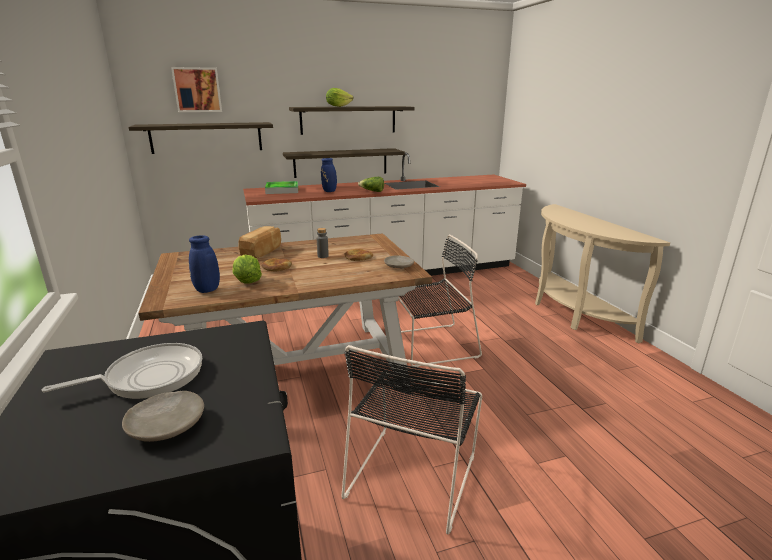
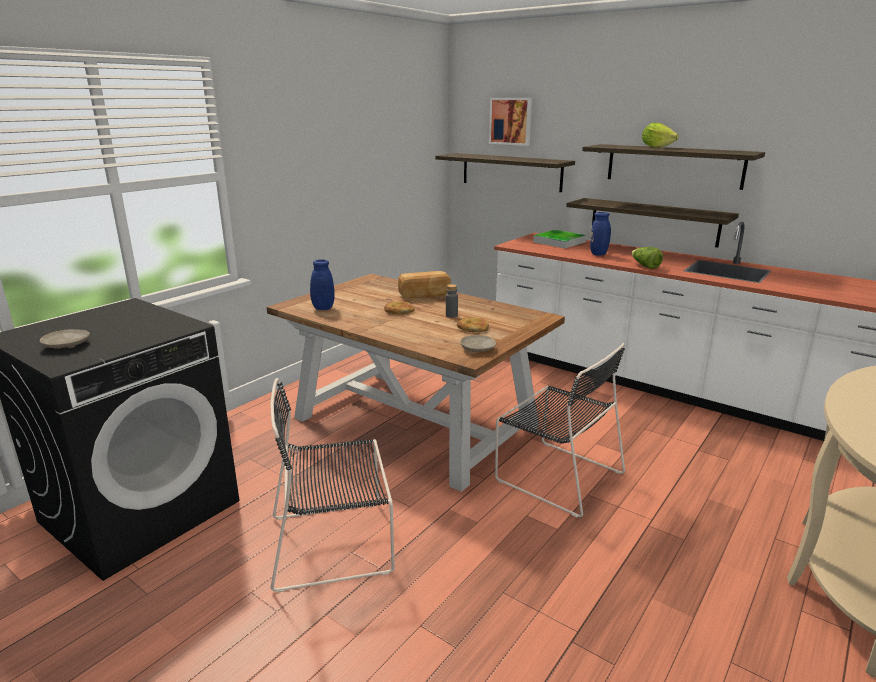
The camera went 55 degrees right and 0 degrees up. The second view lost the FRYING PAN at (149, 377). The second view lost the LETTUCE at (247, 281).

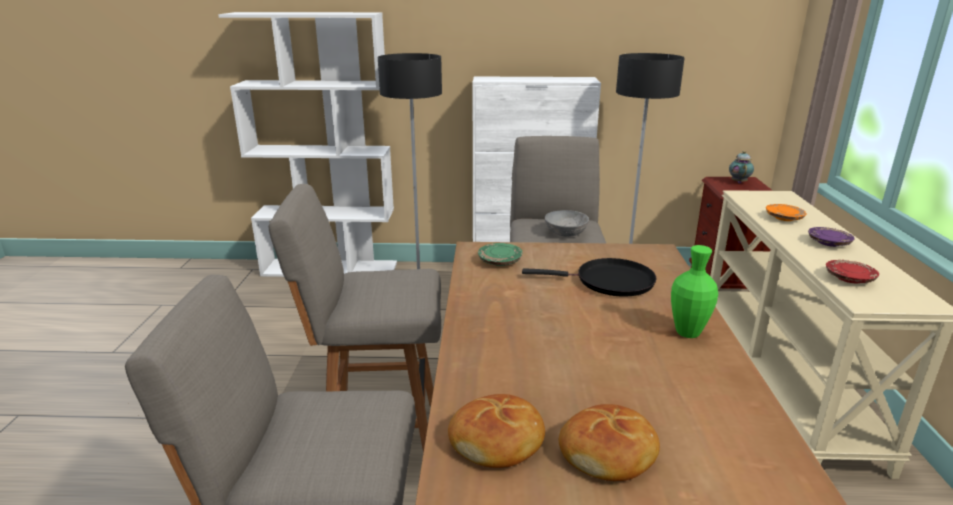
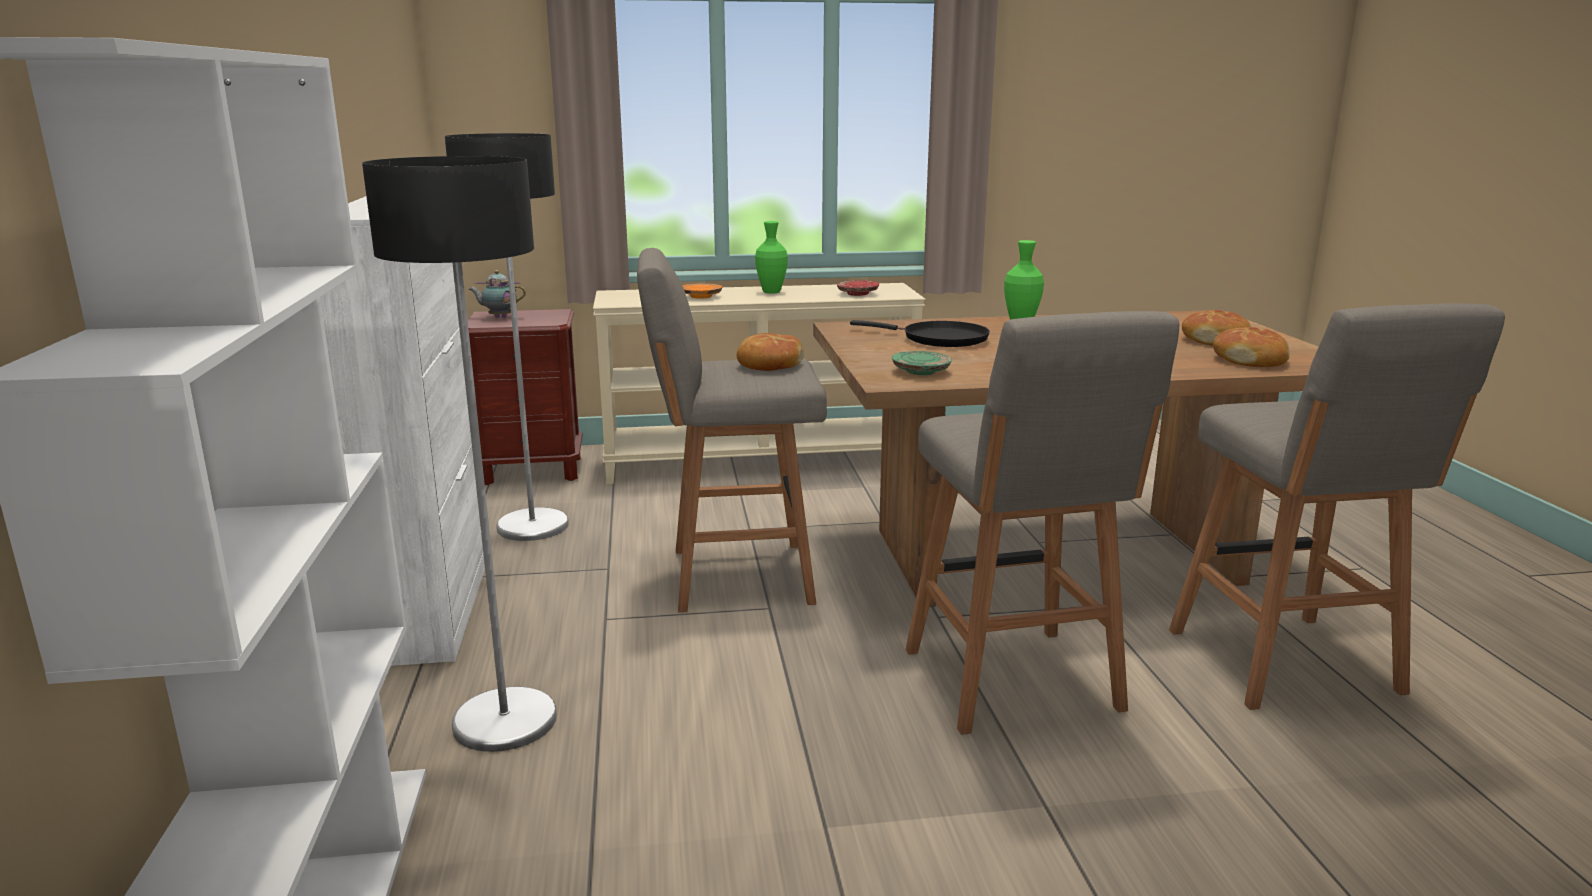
The camera went 100 degrees left and 5 degrees down. Where the GREY BOWL stood at (566, 232), the BREAD came to stand at (769, 364). Where the PURPLE PLATE stood at (828, 243), the GREEN VASE came to stand at (771, 292). The BLACK FRYING PAN at (609, 282) ended up facing another way, 120 degrees clockwise from before.

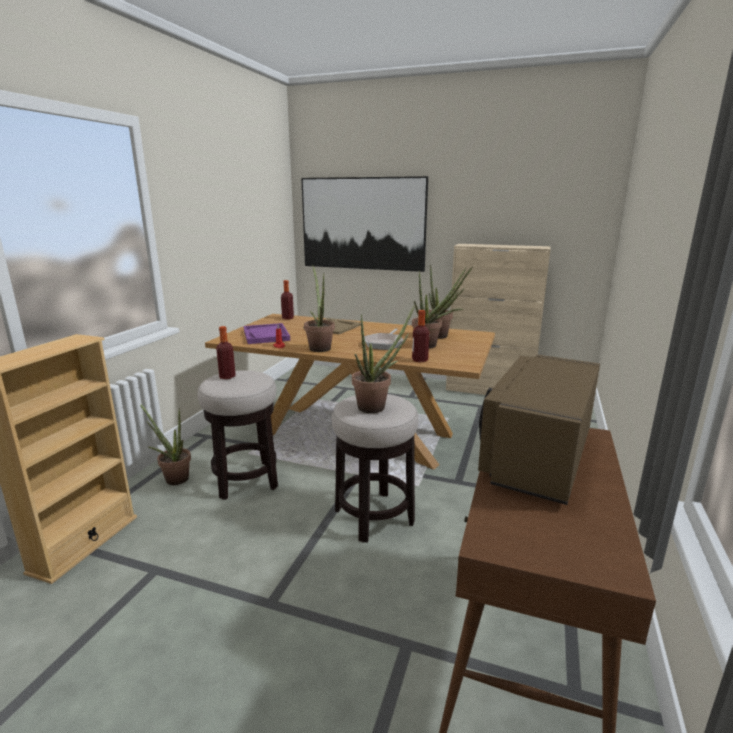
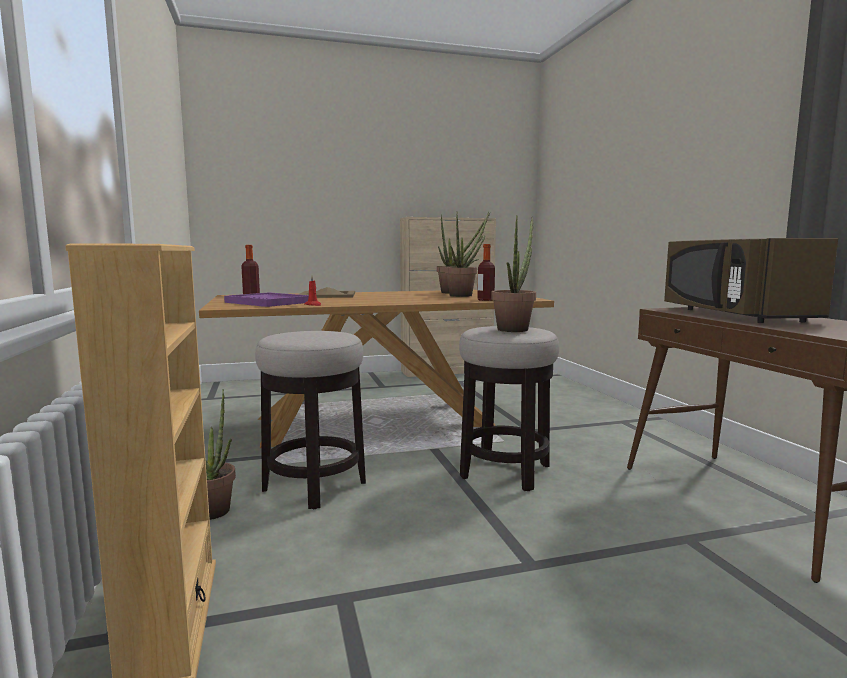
The camera went 35 degrees left and 10 degrees down. The second view lost the BOTTLE at (227, 377). The second view lost the PICTURE at (362, 224). The second view lost the POTTED PLANT at (319, 347). The second view lost the FRYING PAN at (384, 343).

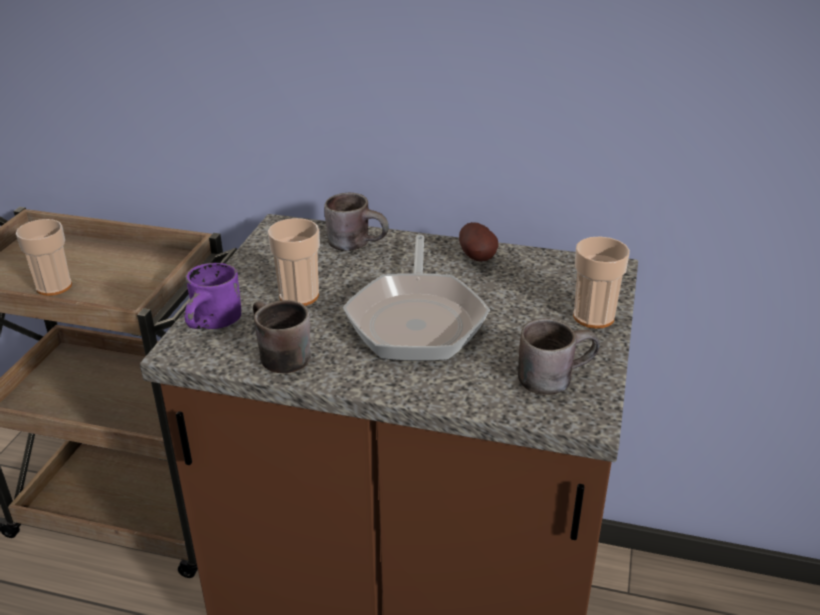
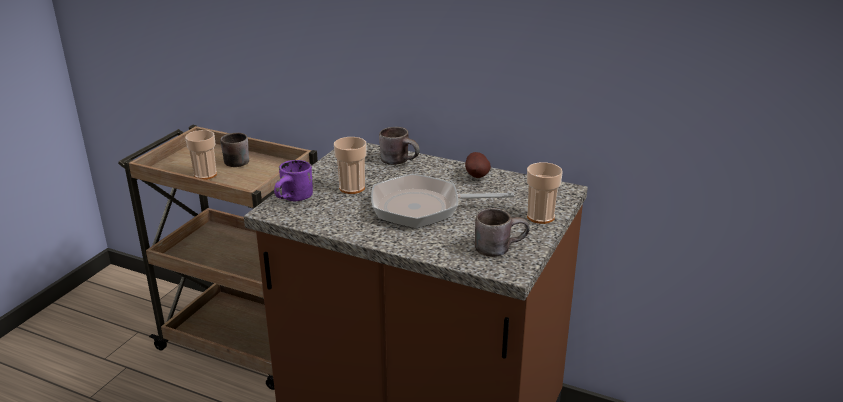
The camera went 10 degrees right and 5 degrees down. The BROWN MUG ended up elsewhere, having gone from (276, 356) to (233, 161). The FRYING PAN at (417, 319) ended up facing another way, 75 degrees clockwise from before.

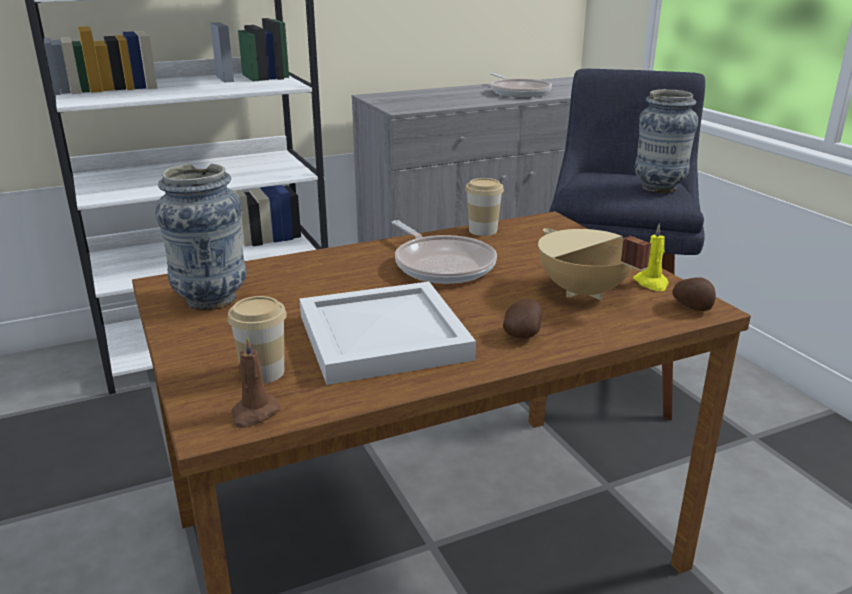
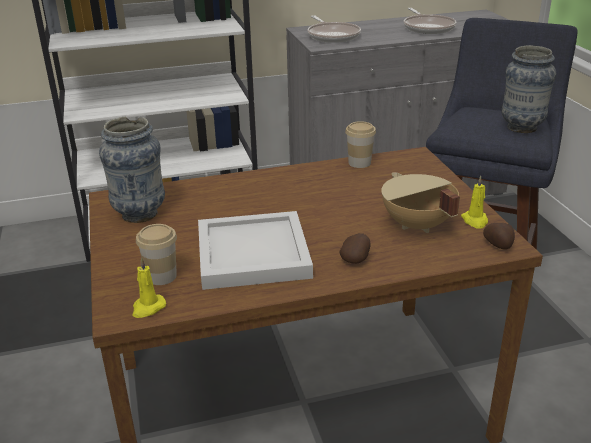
The camera went 10 degrees right and 5 degrees up. What was the BROWN CANDLE at (254, 414) turned into the YELLOW CANDLE at (148, 308). The FRYING PAN ended up elsewhere, having gone from (442, 265) to (332, 36).

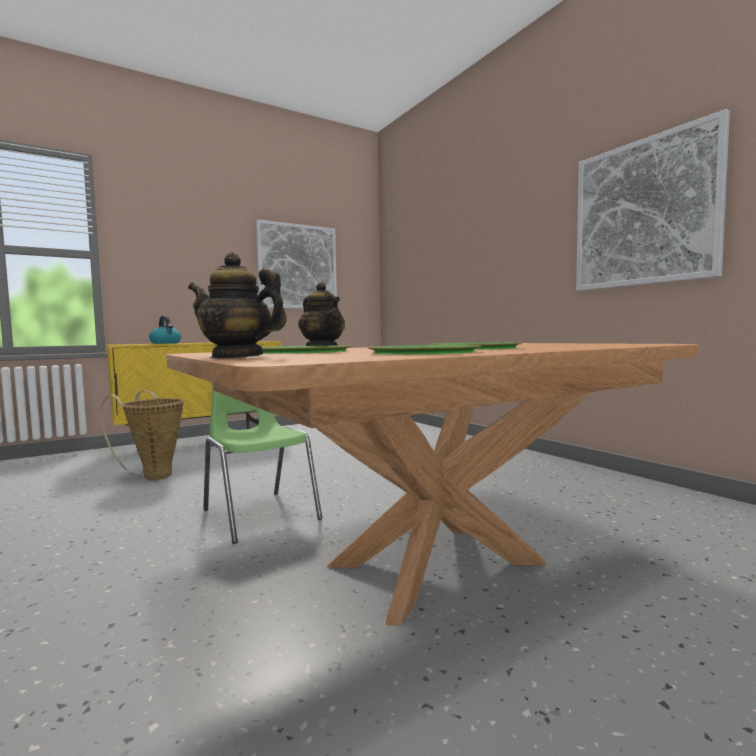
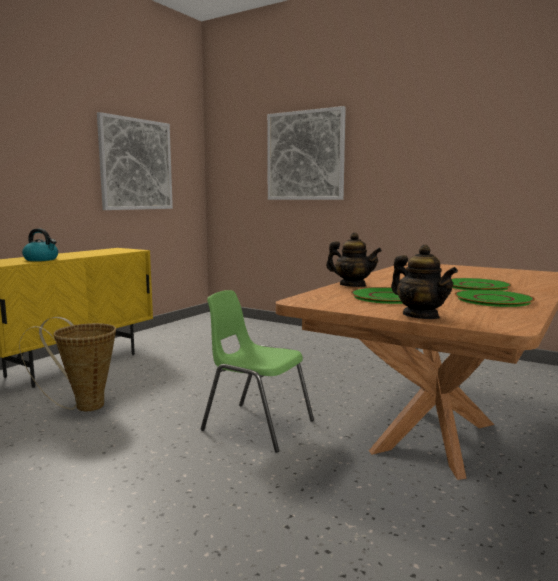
The camera went 25 degrees left and 5 degrees up. The PICTURE ended up elsewhere, having gone from (644, 213) to (305, 155). The TEAPOT at (237, 357) ended up facing another way, 120 degrees counterclockwise from before.

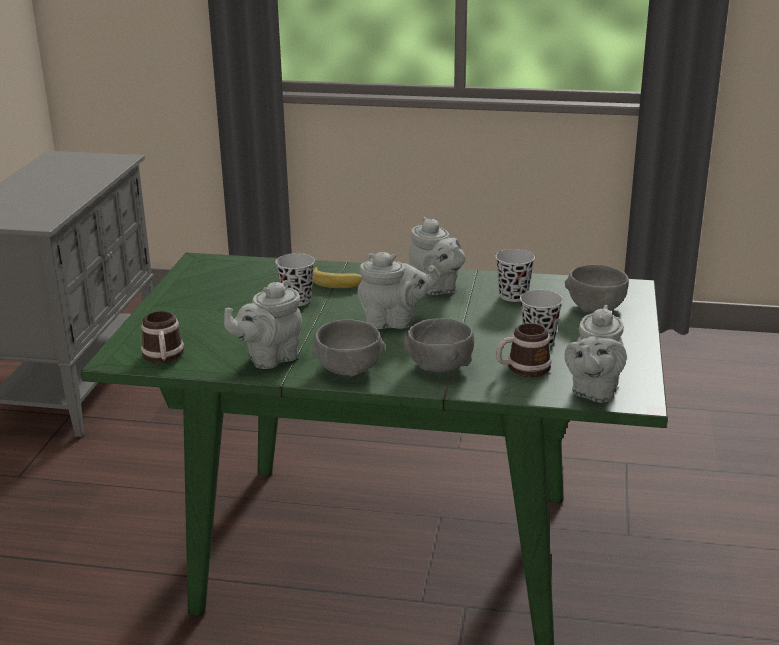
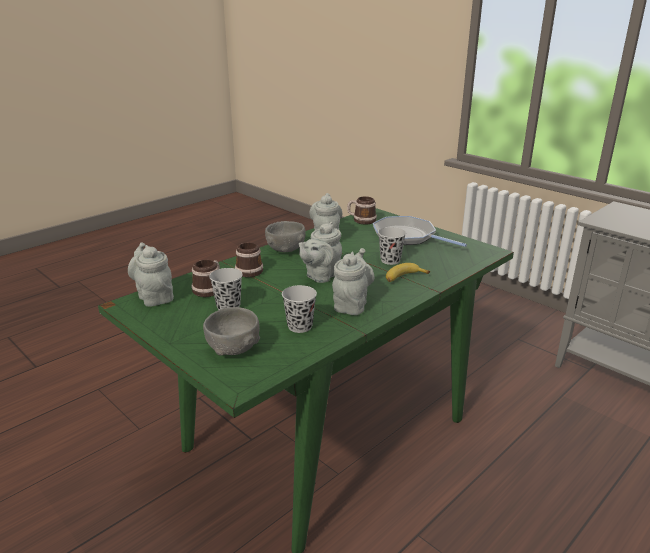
The camera went 125 degrees right and 0 degrees up. Where the GREY BOWL stood at (440, 367), the MUG came to stand at (250, 270). The GREY TEAPOT at (435, 288) ended up facing another way, 105 degrees clockwise from before. The second view gained the FRYING PAN at (407, 237).

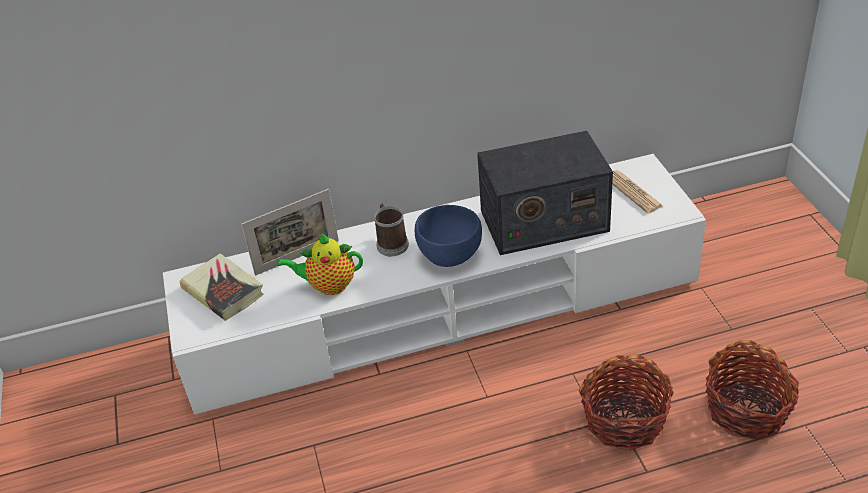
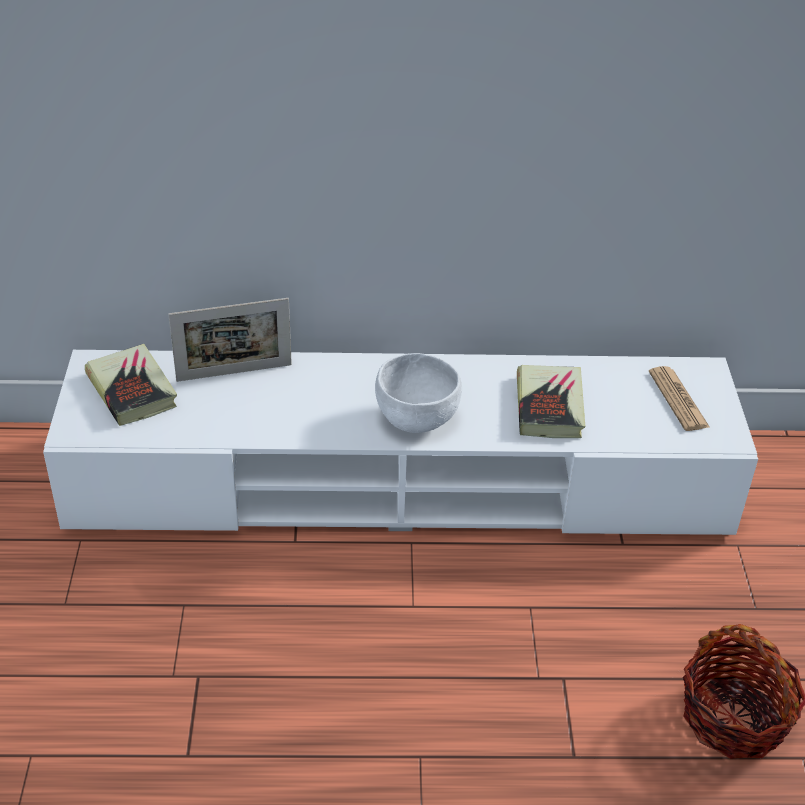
The camera went 10 degrees right and 0 degrees up. What was the BLUE BOWL at (449, 257) turned into the WHITE BOWL at (415, 420). Where the RADIO stood at (543, 221), the BOOK came to stand at (549, 407). The second view lost the TEAPOT at (328, 285). The second view lost the MUG at (391, 243). The second view lost the BASKET at (624, 420).

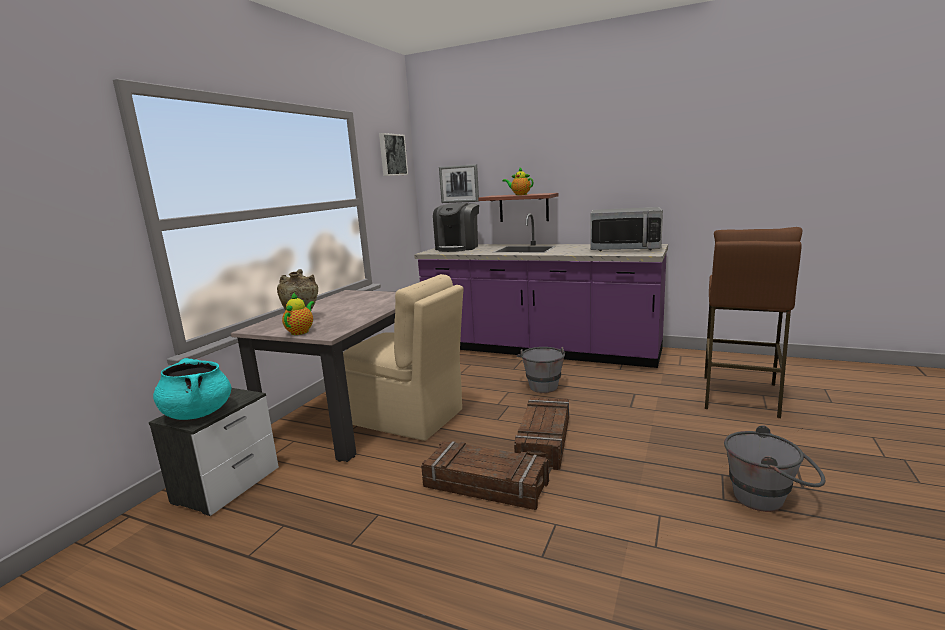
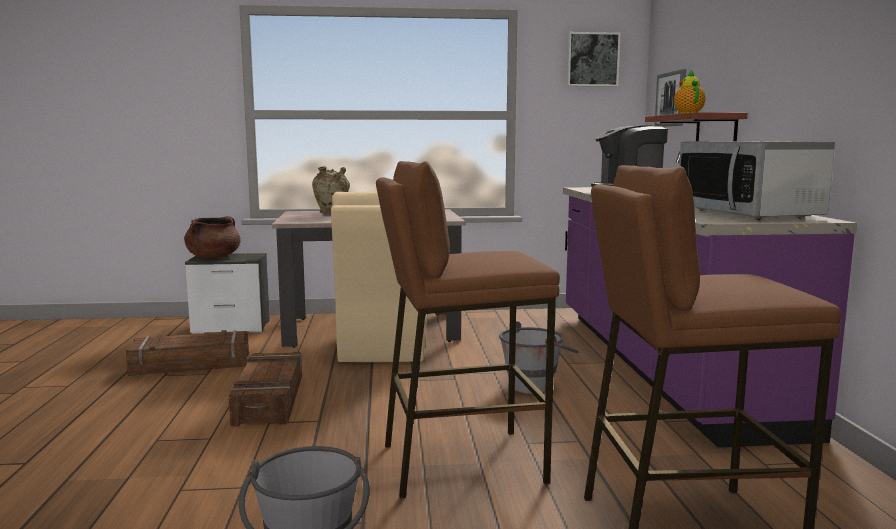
The camera went 60 degrees right and 5 degrees down. The CRATE ended up elsewhere, having gone from (543, 440) to (191, 364). What was the TURQUOISE COOKING POT at (198, 413) turned into the BROWN COOKING POT at (214, 257). The second view gained the BROWN STOOL at (461, 462). The second view lost the TEAPOT at (301, 331).

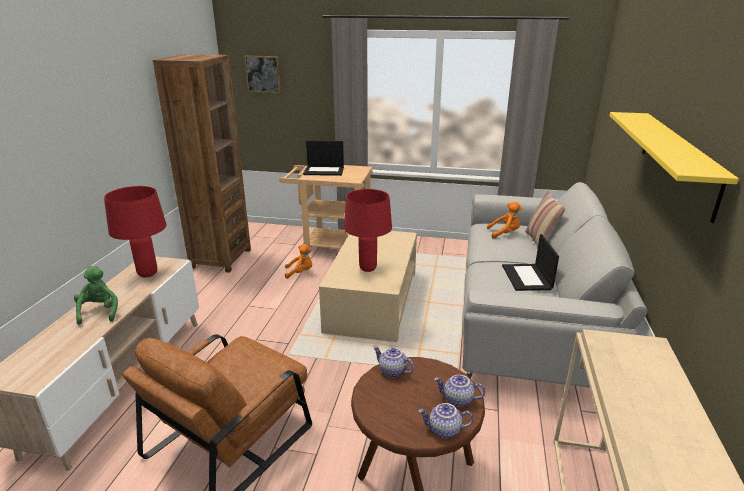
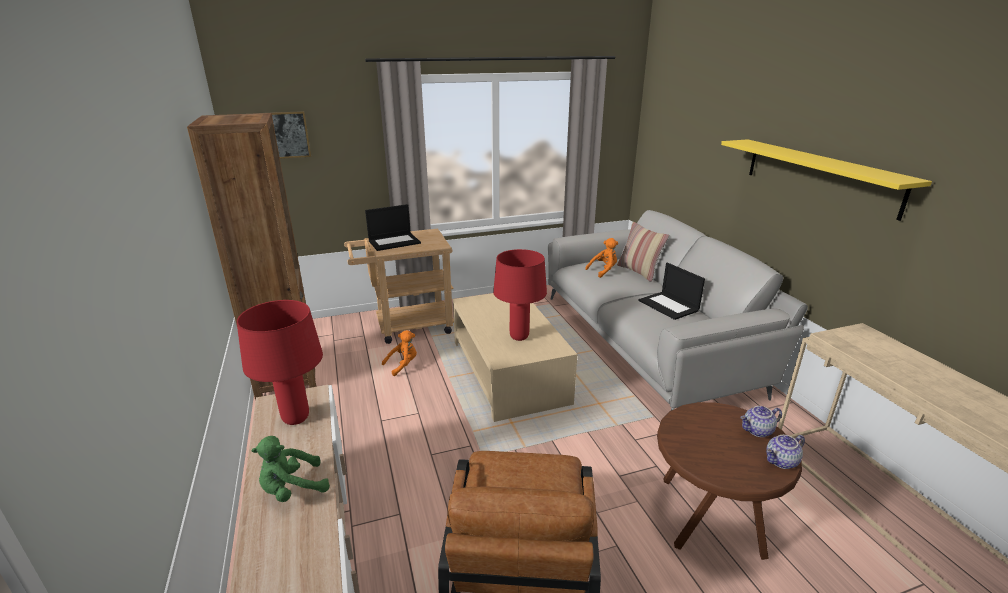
The camera went 30 degrees left and 0 degrees up. The GREEN PLUSH TOY at (99, 312) ended up facing another way, 75 degrees counterclockwise from before. The second view lost the TEAPOT at (392, 371).

